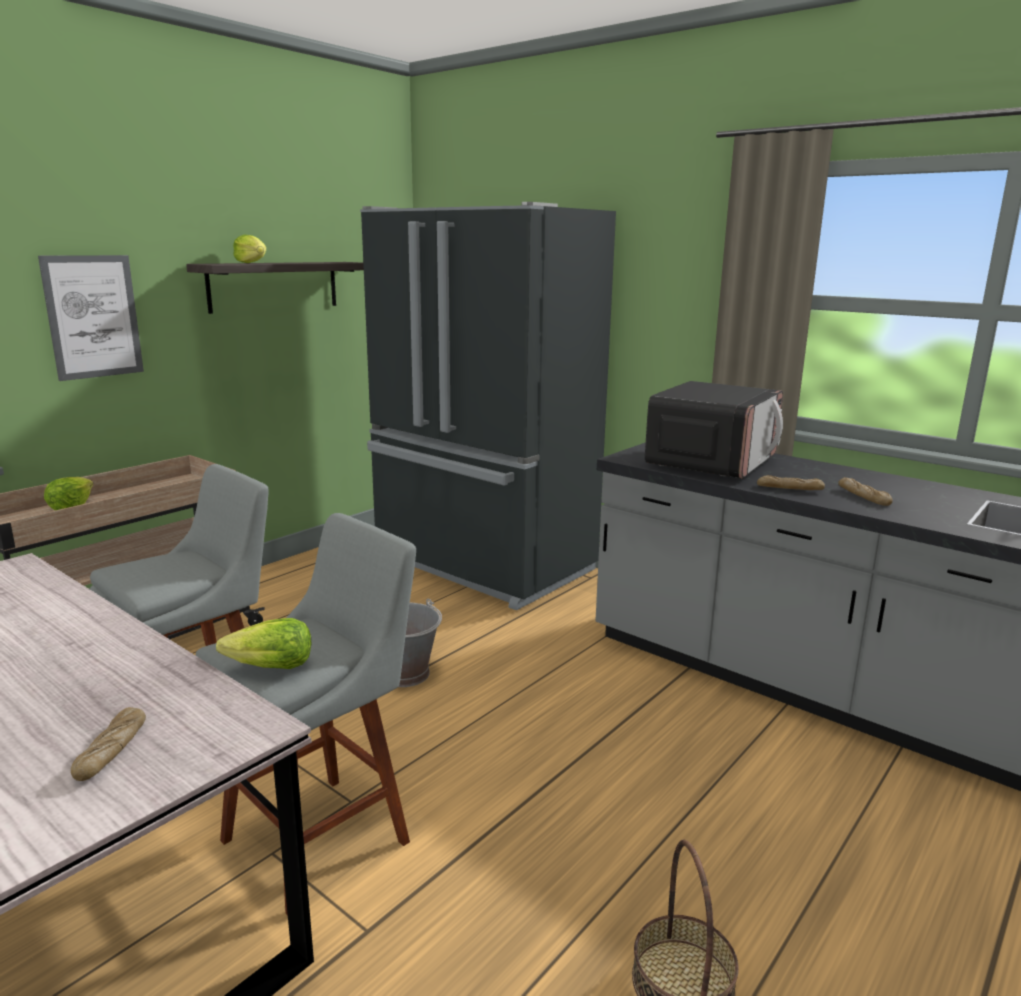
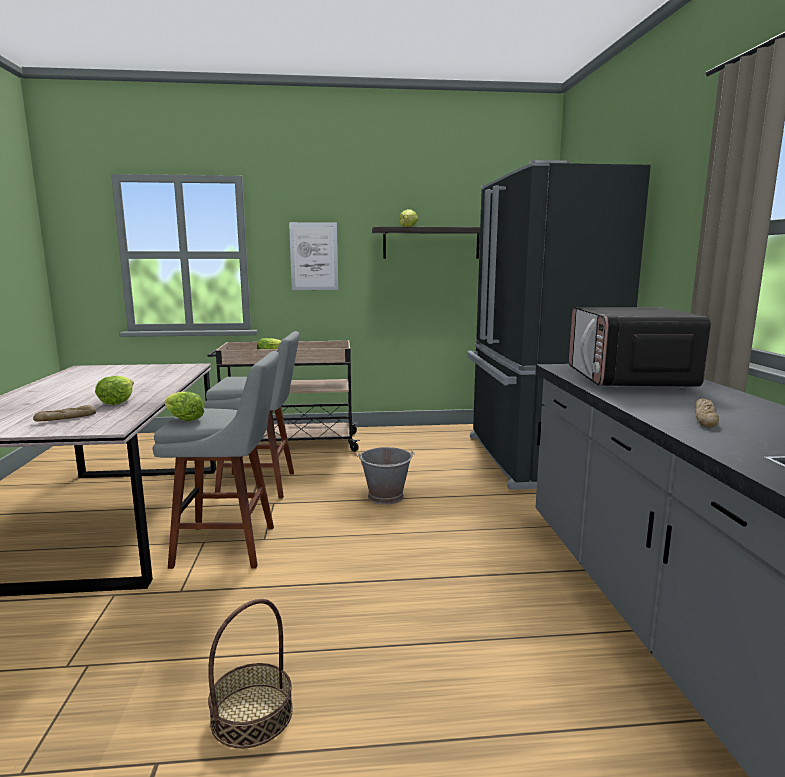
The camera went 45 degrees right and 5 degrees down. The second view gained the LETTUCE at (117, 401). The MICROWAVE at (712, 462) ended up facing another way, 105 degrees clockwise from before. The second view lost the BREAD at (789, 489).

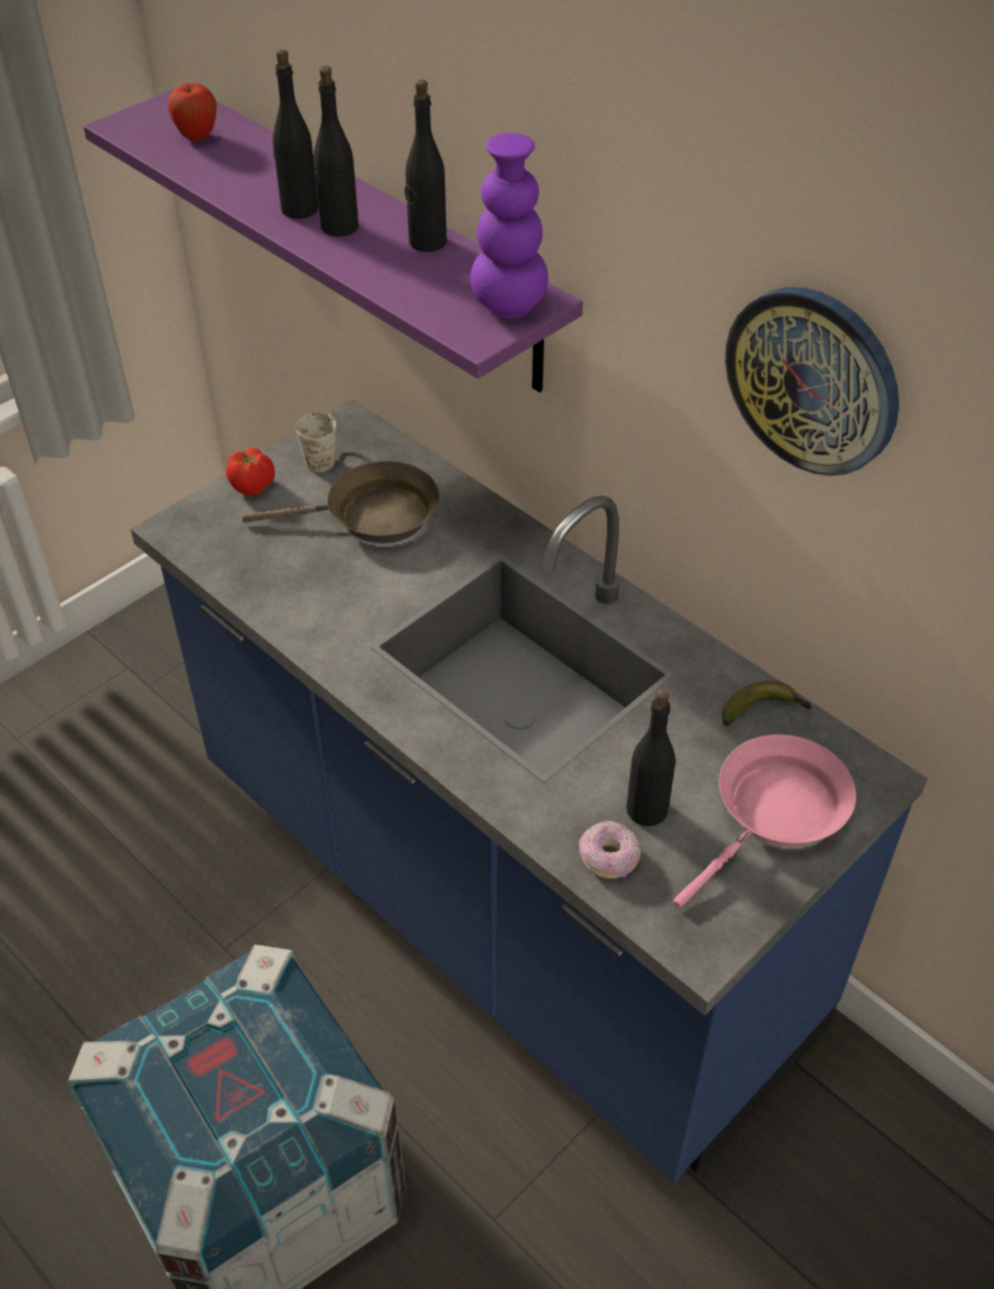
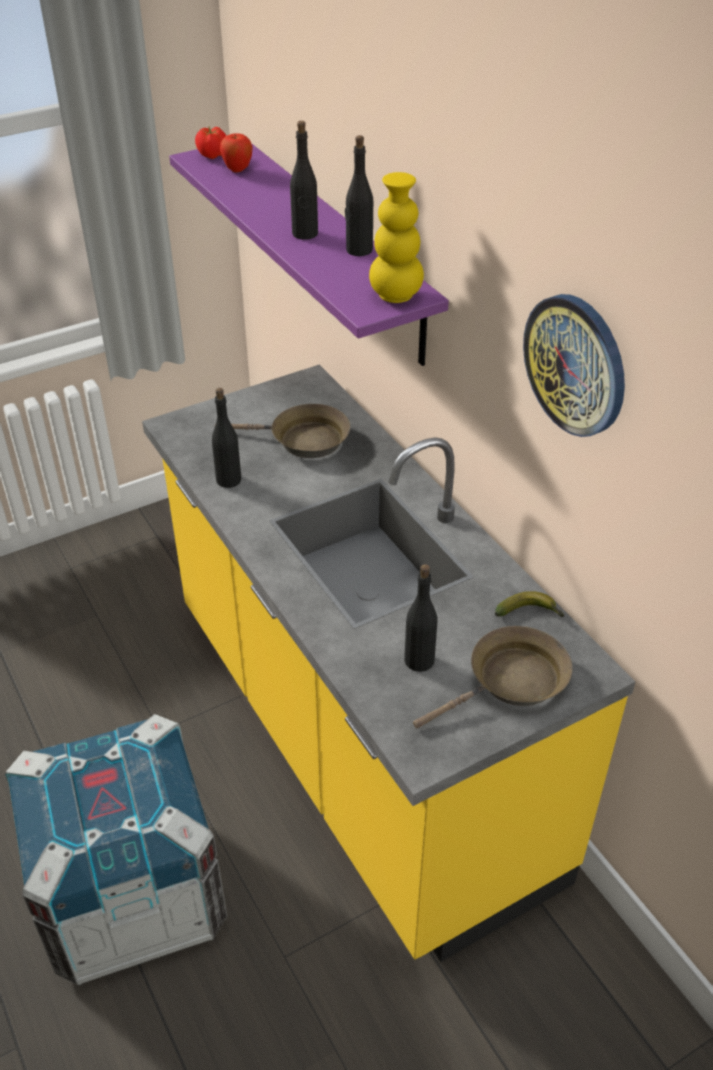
The camera went 15 degrees right and 5 degrees down. What was the BLUE COUNTER at (496, 902) turned into the YELLOW COUNTER at (356, 742). The TOMATO ended up elsewhere, having gone from (253, 486) to (213, 155). The BLACK BOTTLE ended up elsewhere, having gone from (299, 209) to (228, 479). What was the PURPLE VASE at (509, 306) turned into the YELLOW VASE at (395, 296). What was the PINK FRYING PAN at (775, 813) turned into the BROWN FRYING PAN at (511, 682). The second view lost the WHITE MUG at (323, 456). The second view lost the DONUT at (609, 858).

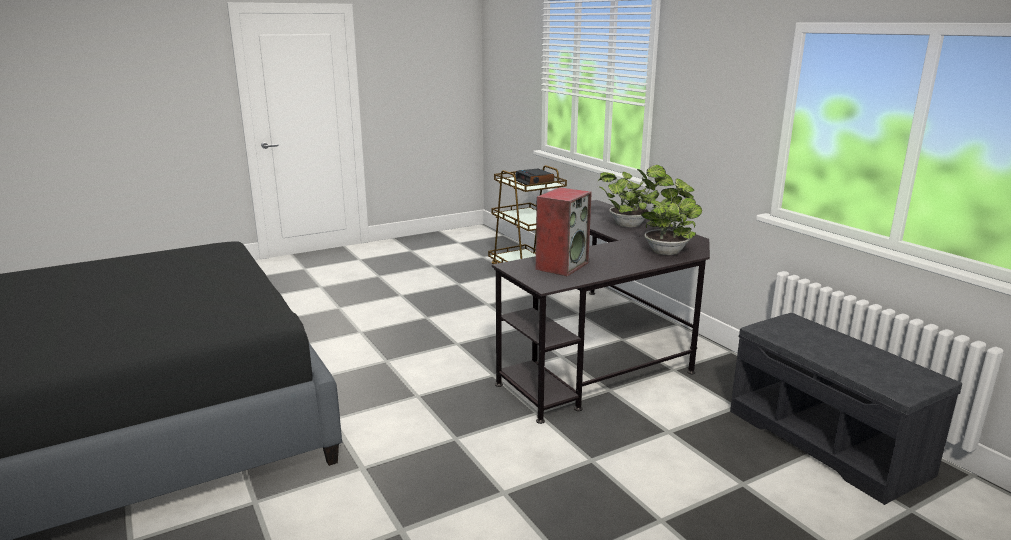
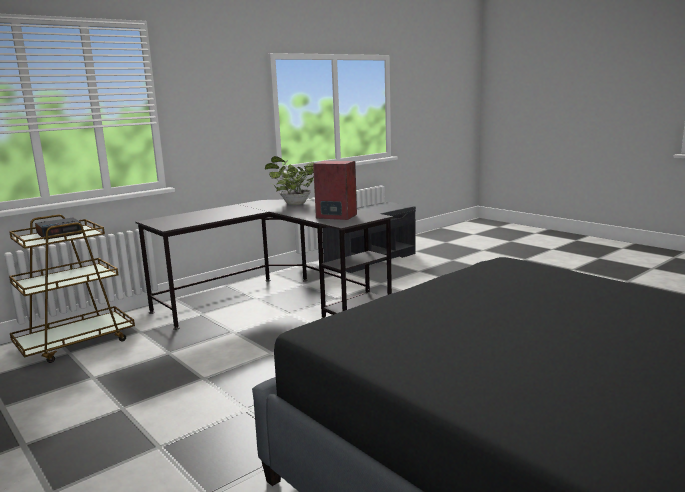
The camera went 100 degrees left and 5 degrees down. The second view lost the POTTED PLANT at (631, 225).

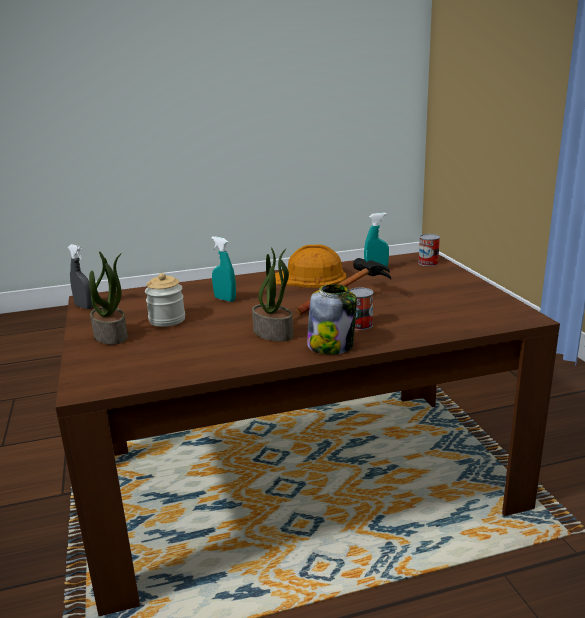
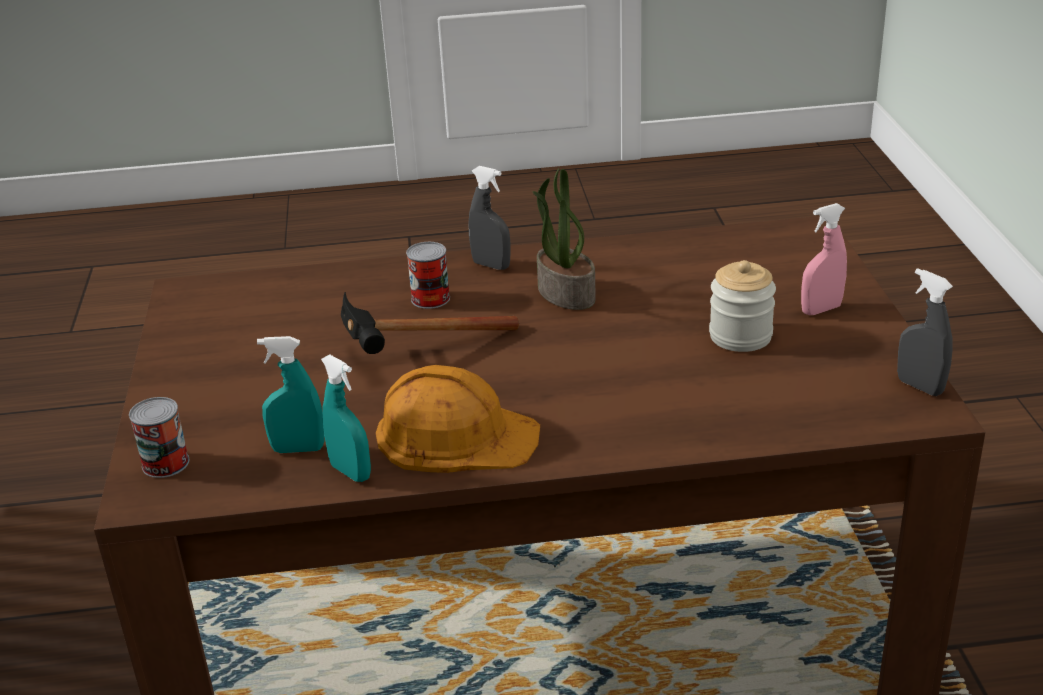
The camera went 170 degrees left and 10 degrees up. The TURQUOISE SPRAY BOTTLE ended up elsewhere, having gone from (225, 299) to (351, 472). Where the JAR stood at (331, 346), the GREY SPRAY BOTTLE came to stand at (491, 265). Where the POTTED PLANT stood at (111, 336), the PINK SPRAY BOTTLE came to stand at (821, 309).

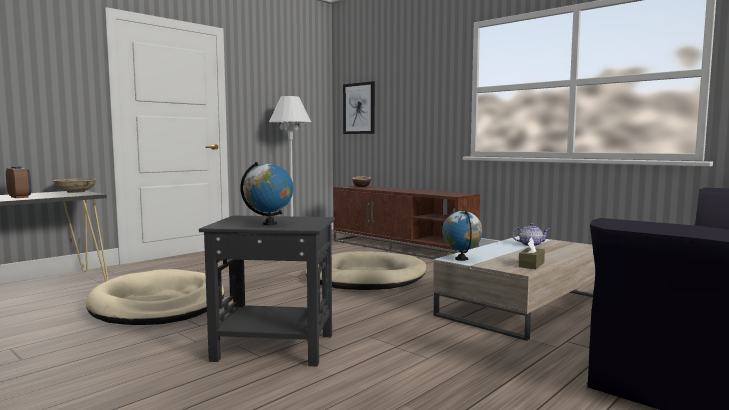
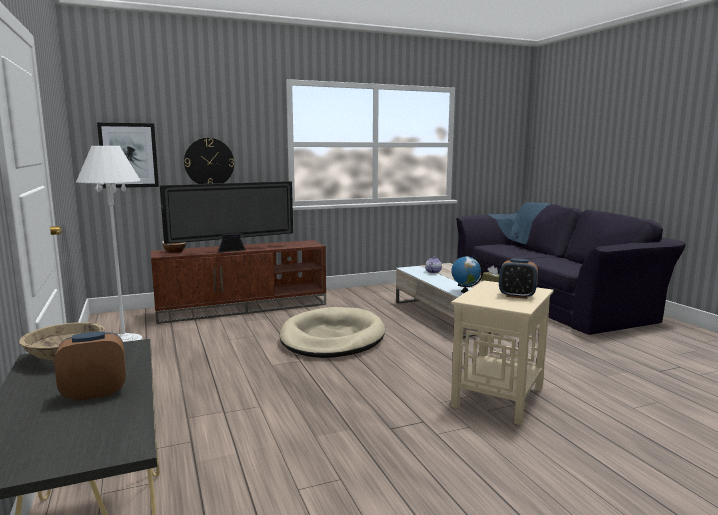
The camera went 65 degrees left and 5 degrees up. The second view gained the TELEVISION at (232, 250). The second view gained the WALL CLOCK at (209, 162). What was the BLACK SIDE TABLE at (272, 347) turned into the BEIGE SIDE TABLE at (497, 397). Where the GLOBE stood at (269, 223), the ALARM CLOCK came to stand at (517, 296). The second view lost the BEIGE DOG BED at (158, 304).

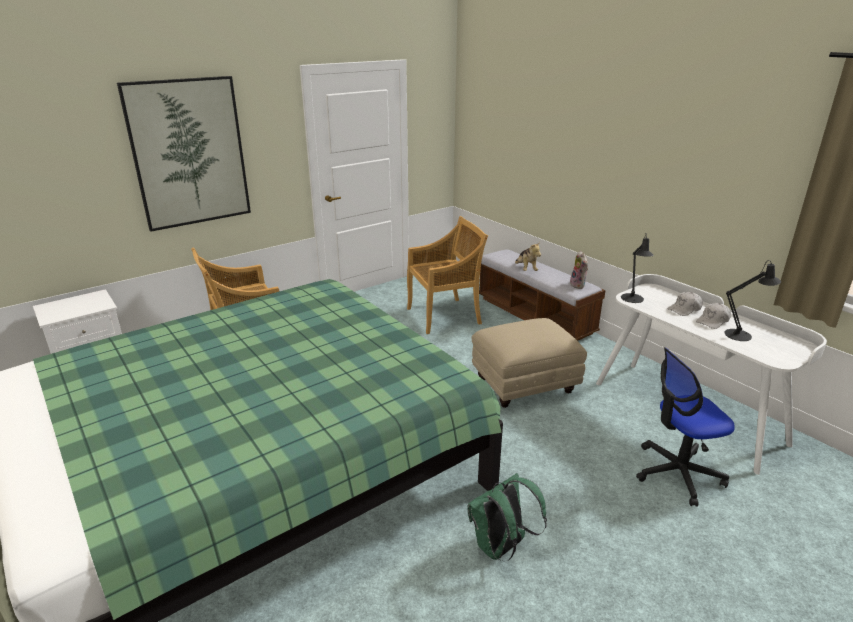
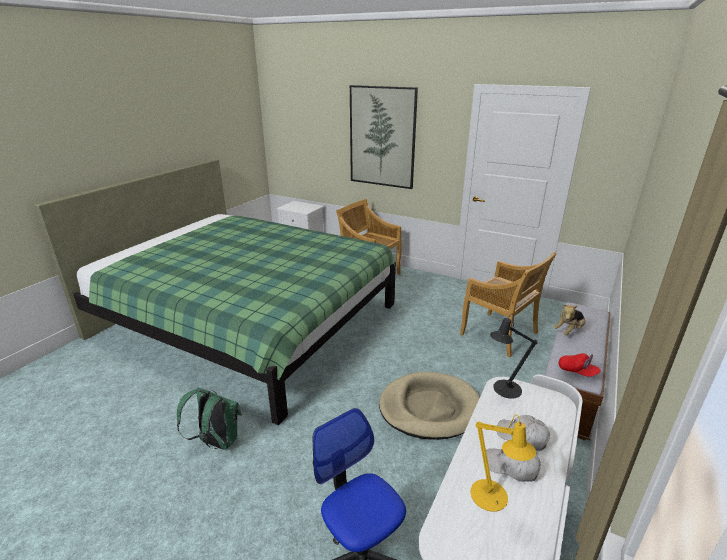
The camera went 65 degrees right and 0 degrees up. Where the BEIGE OTTOMAN stood at (523, 386), the BEIGE DOG BED came to stand at (429, 408). What was the BLACK TABLE LAMP at (741, 335) turned into the YELLOW TABLE LAMP at (492, 499). Where the PLUSH TOY stood at (578, 285), the RED CAP came to stand at (577, 371).

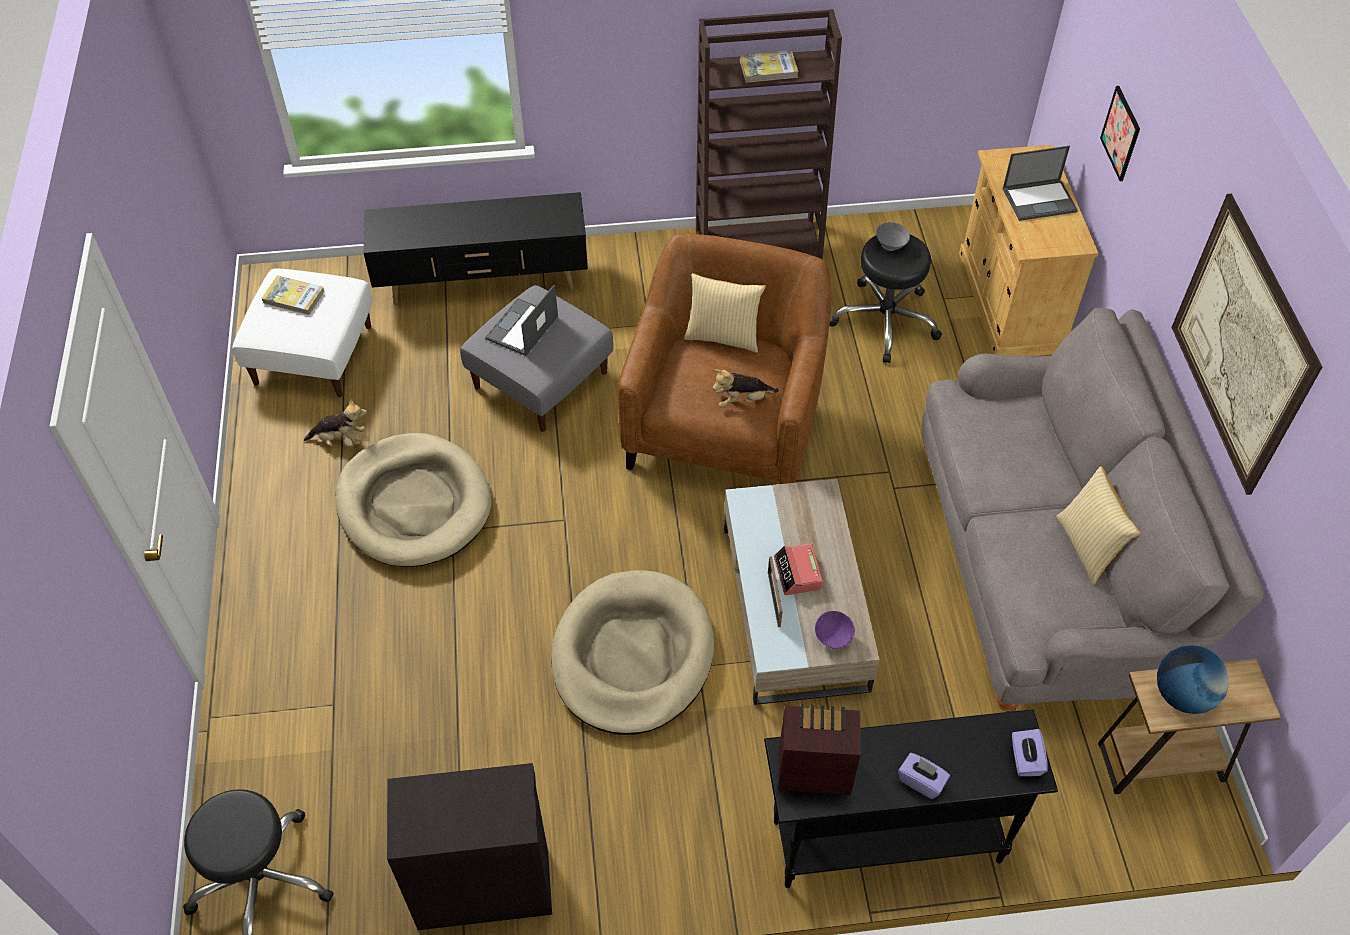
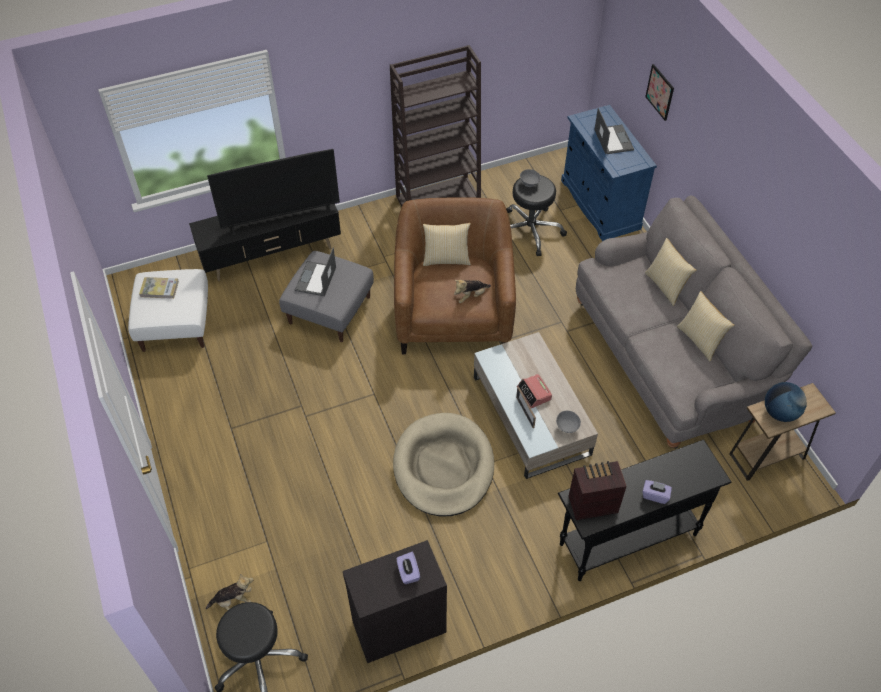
The camera went 15 degrees left and 0 degrees up. The PLUSH TOY ended up elsewhere, having gone from (340, 439) to (233, 600). The second view gained the TELEVISION at (281, 218). The PURPLE TISSUE BOX ended up elsewhere, having gone from (1025, 760) to (408, 572). What was the PURPLE BOWL at (832, 638) turned into the GREY BOWL at (567, 427). What was the BEIGE CABINET at (1009, 302) turned into the BLUE CABINET at (600, 204). The LAPTOP at (1040, 200) ended up facing another way, 75 degrees counterclockwise from before. The second view gained the PILLOW at (666, 286). The second view lost the BEIGE DOG BED at (414, 504). The second view lost the BOOK at (768, 69). The second view lost the PICTURE at (1241, 344).

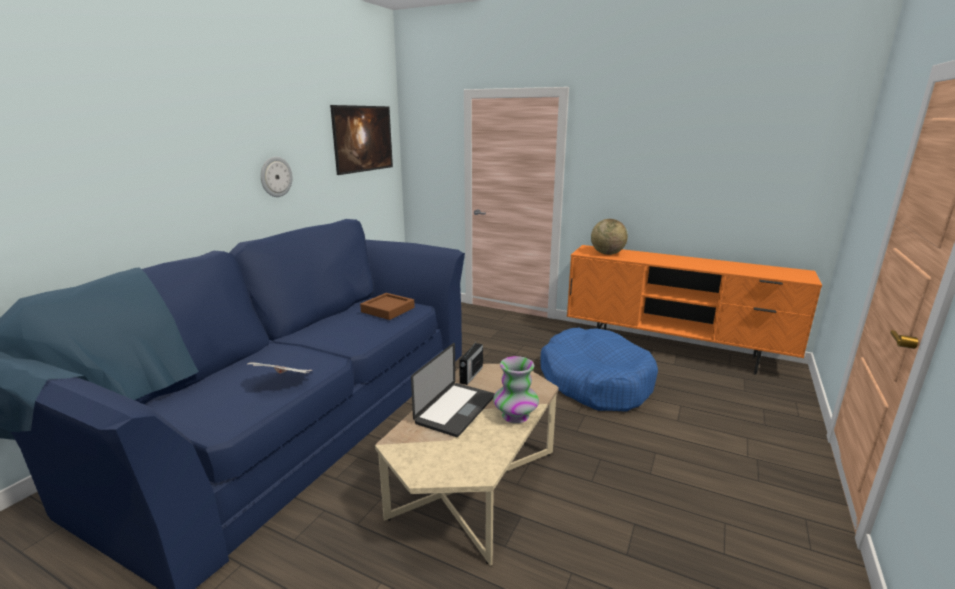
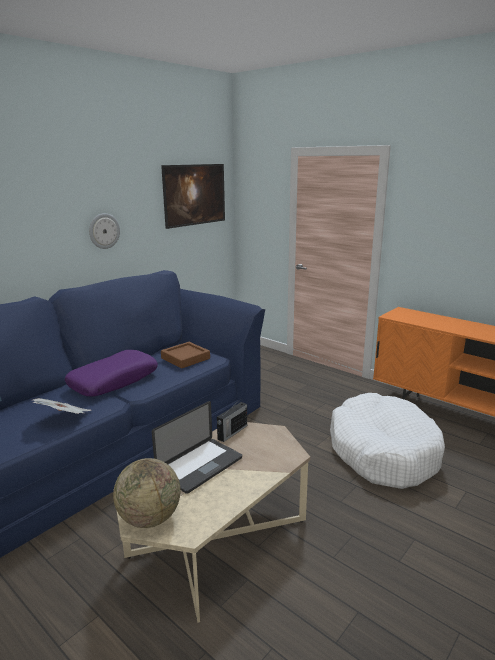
The camera went 15 degrees right and 0 degrees up. The second view gained the PURPLE PILLOW at (114, 381). The GLOBE ended up elsewhere, having gone from (607, 253) to (149, 518). What was the BLUE DOG BED at (595, 382) turned into the WHITE DOG BED at (382, 452). The second view lost the VASE at (515, 415).

